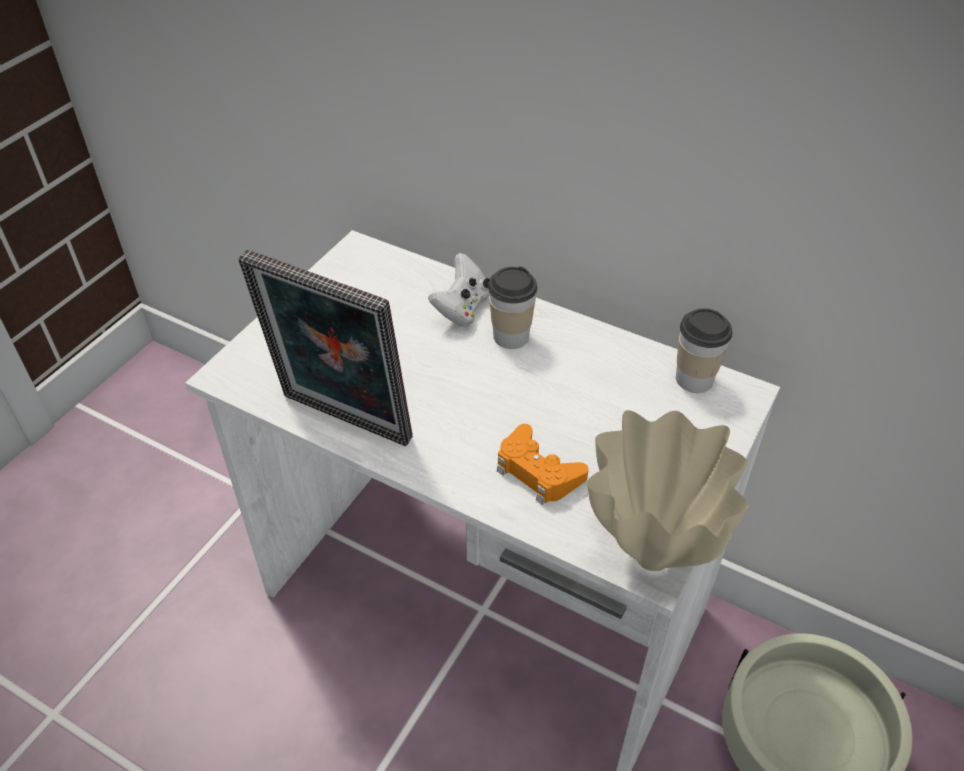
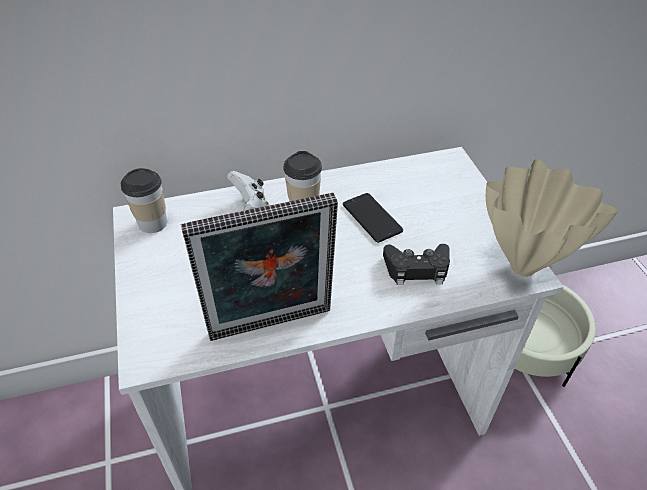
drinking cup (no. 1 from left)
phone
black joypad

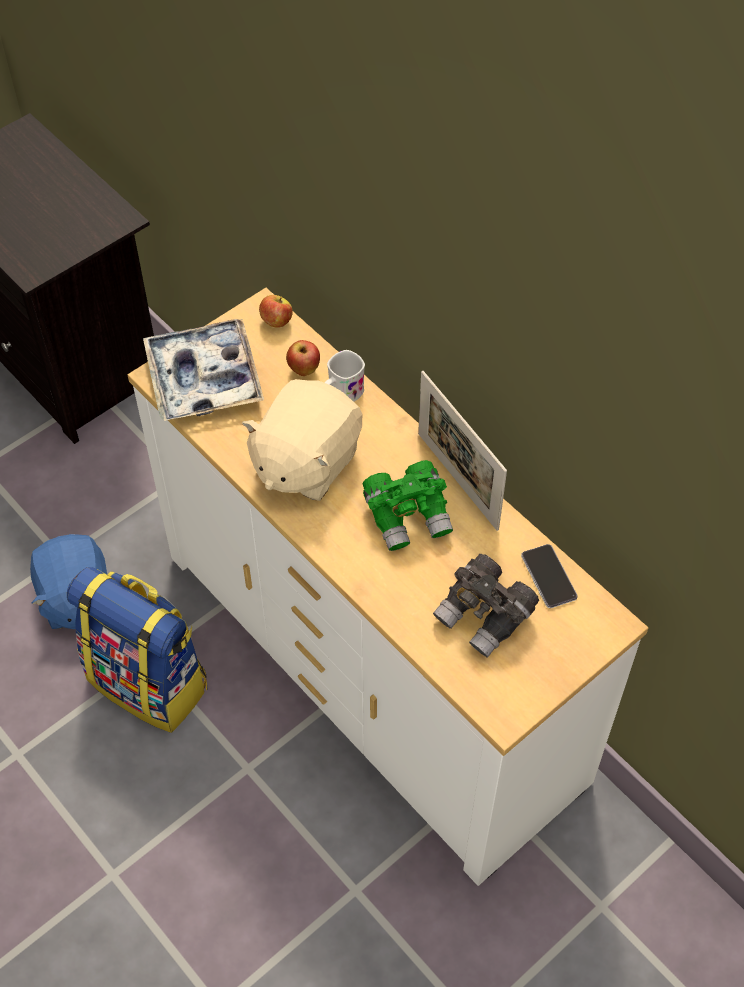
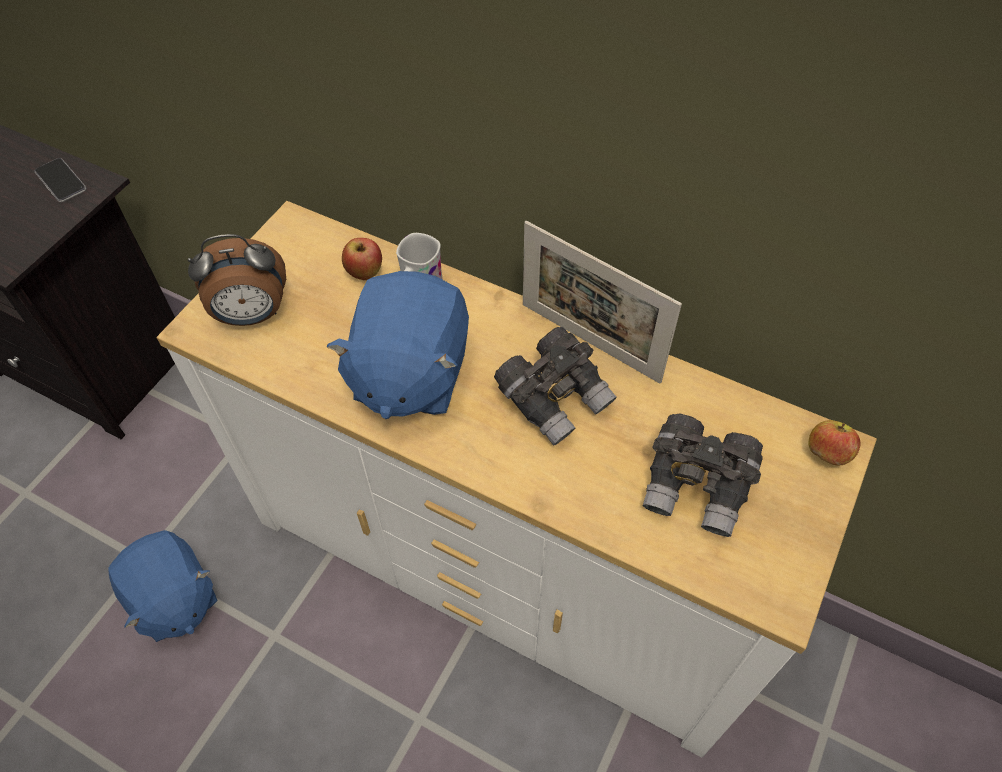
phone
table clock
bluish soft toy (no. 2 from left)
grey binoculars (no. 1 from left)
apple fruit (no. 2 from left)
knapsack

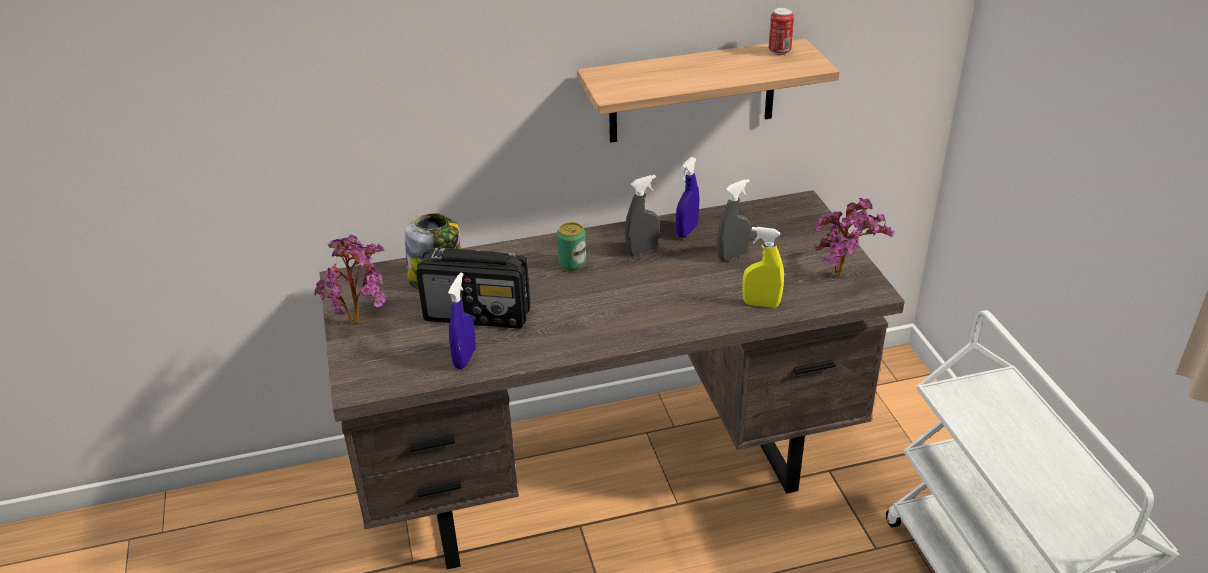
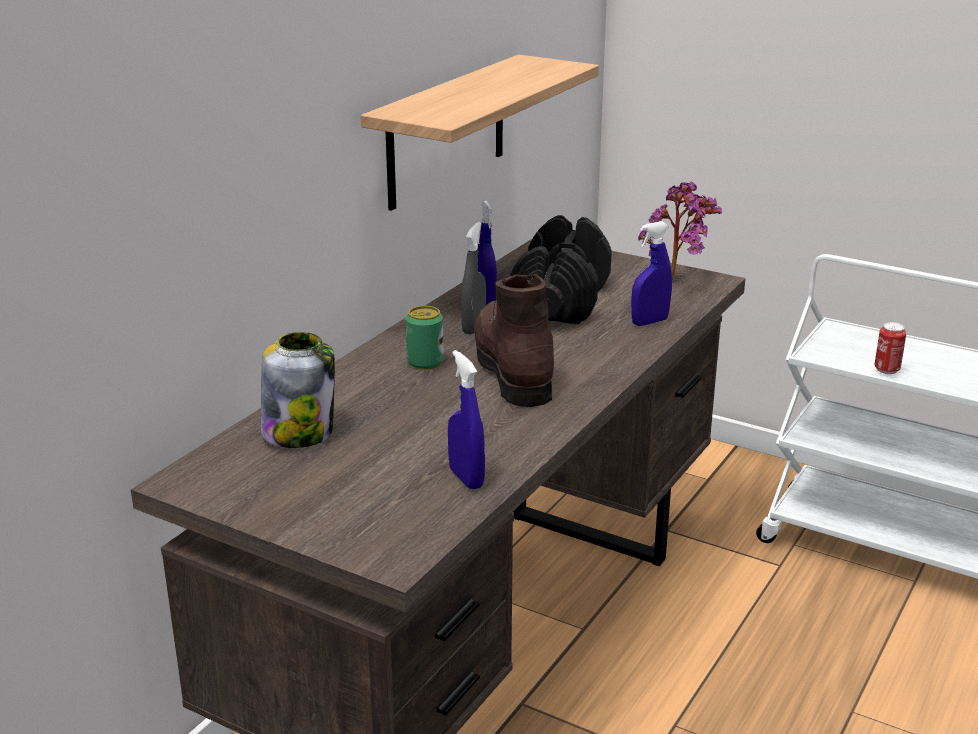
brown-coloured tall boot
black dumbbell
bluish hand sprayer (no. 3 from left)
metal can (no. 2 from left)
plant in a pot (no. 1 from left in the first image)
radio set

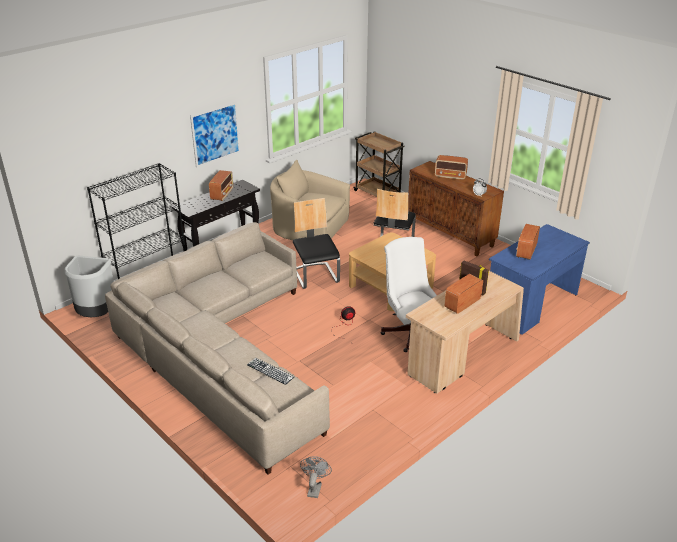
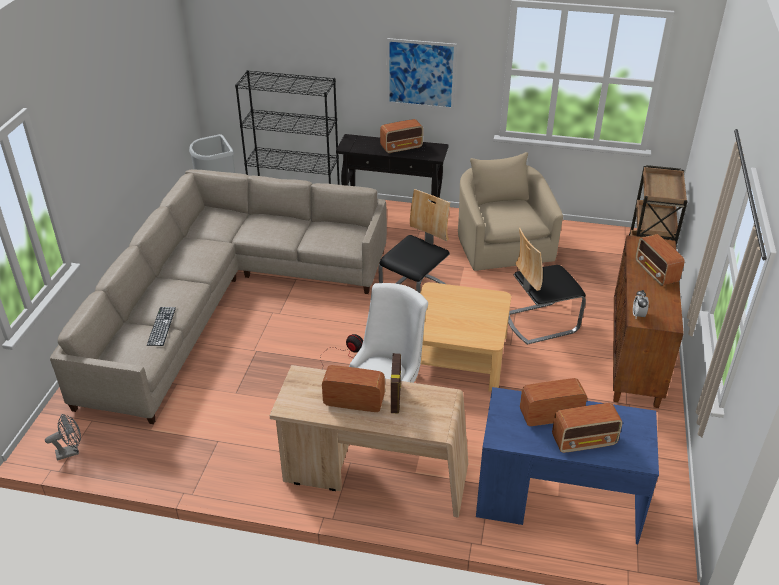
radio set (no. 4 from left)

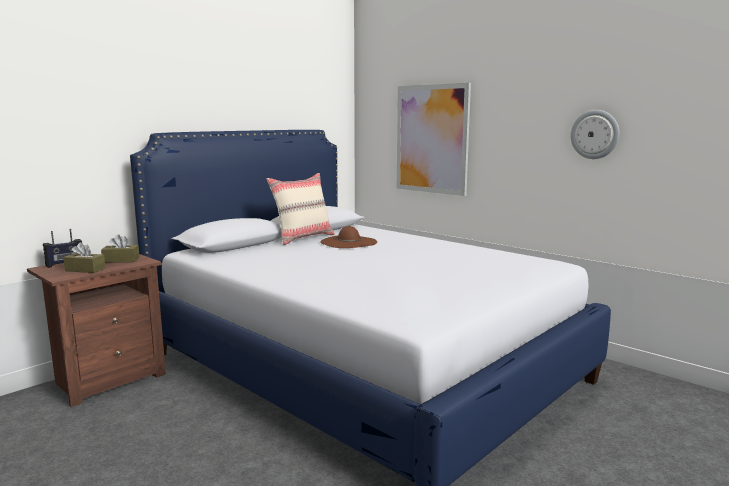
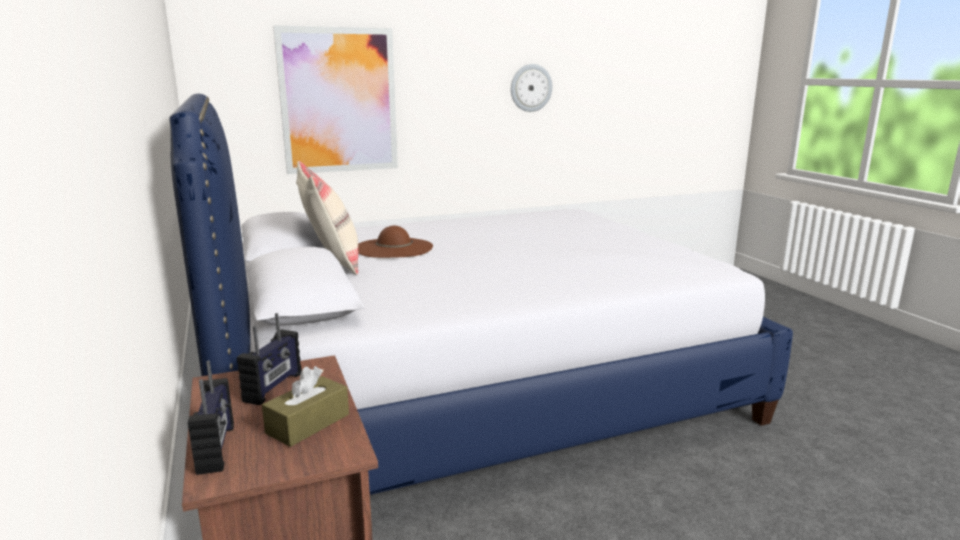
radio set (no. 2 from left)

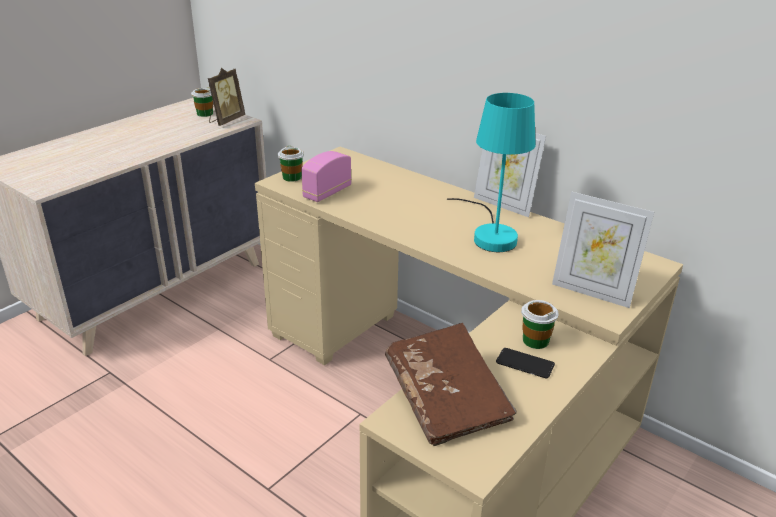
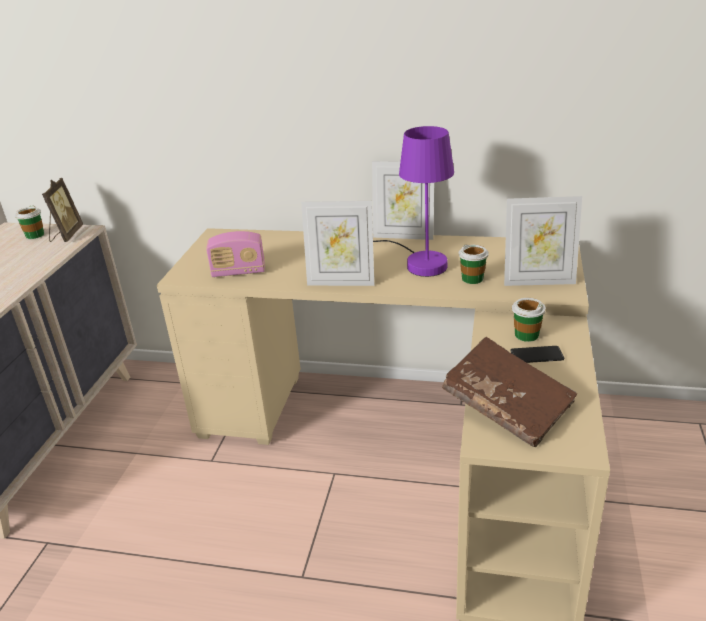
radio set
picture frame (no. 2 from left)
purplish lamp for a table
drinking cup (no. 2 from left)

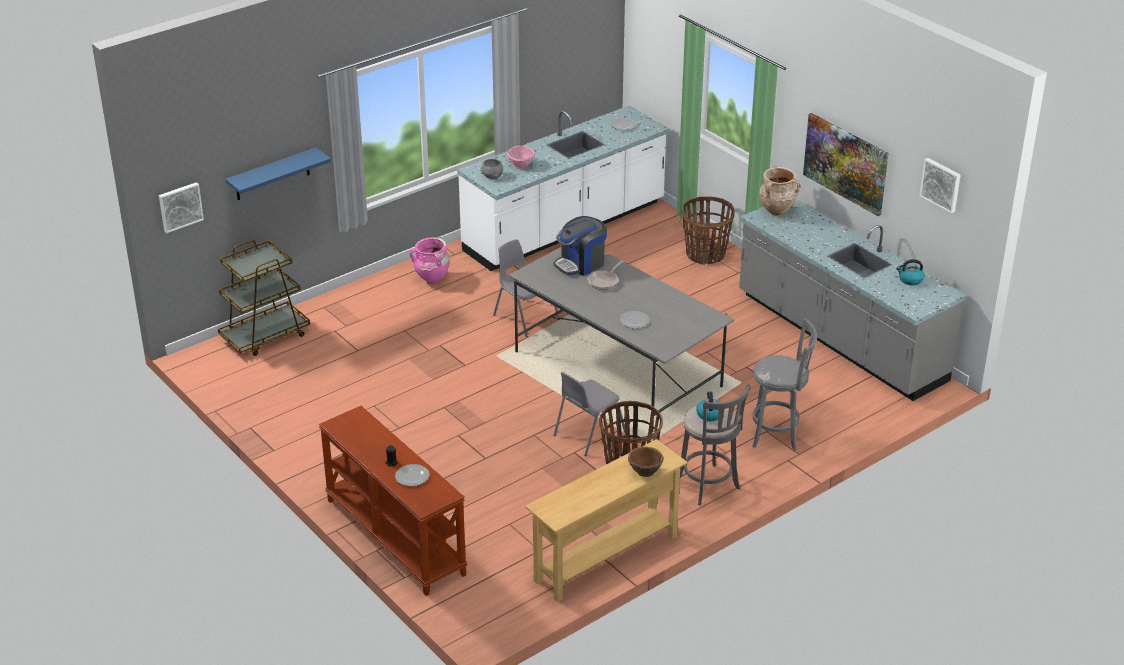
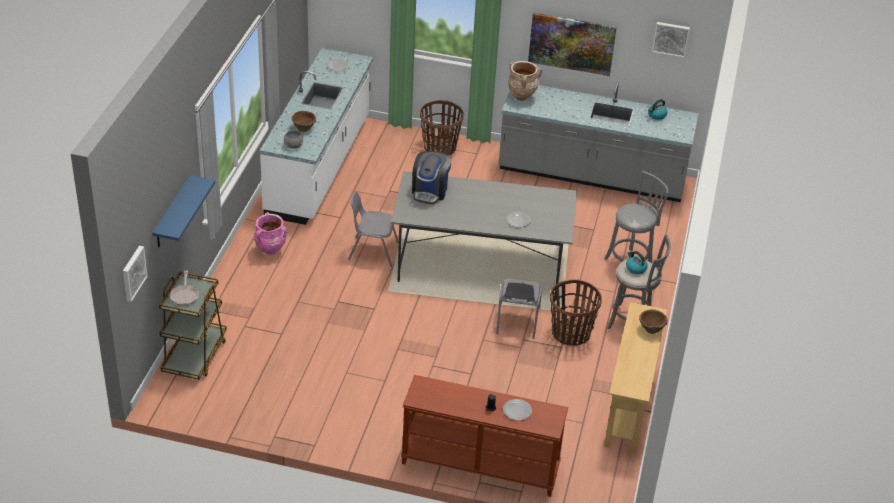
skillet
brown-coloured deep dish (no. 1 from left)

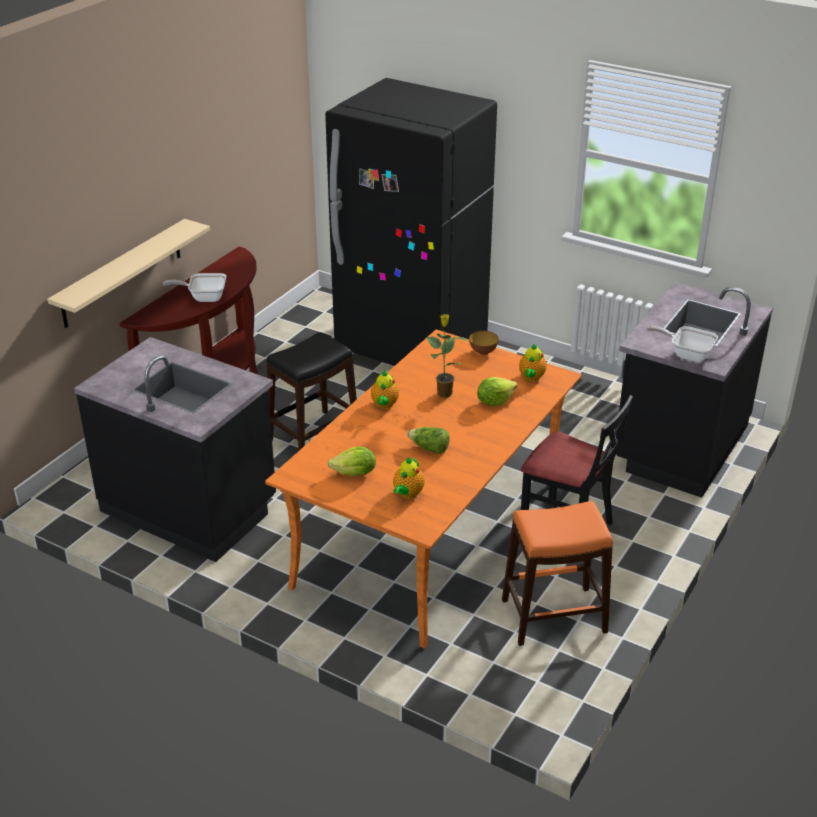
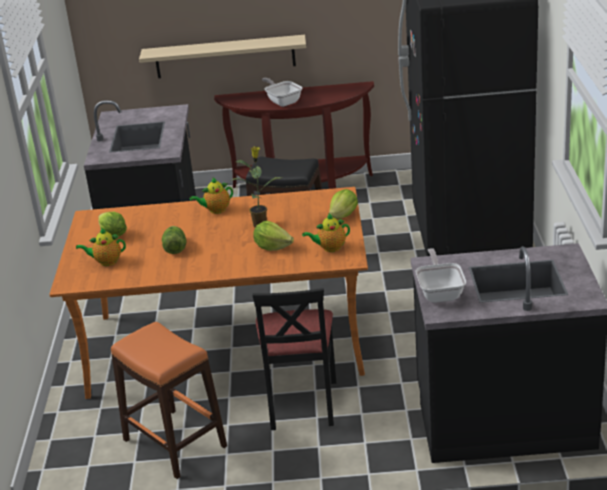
head of lettuce (no. 4 from left)

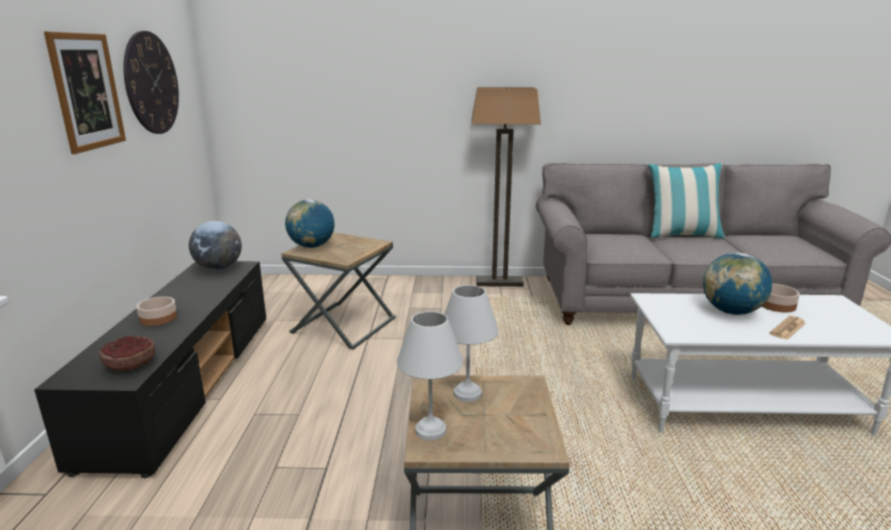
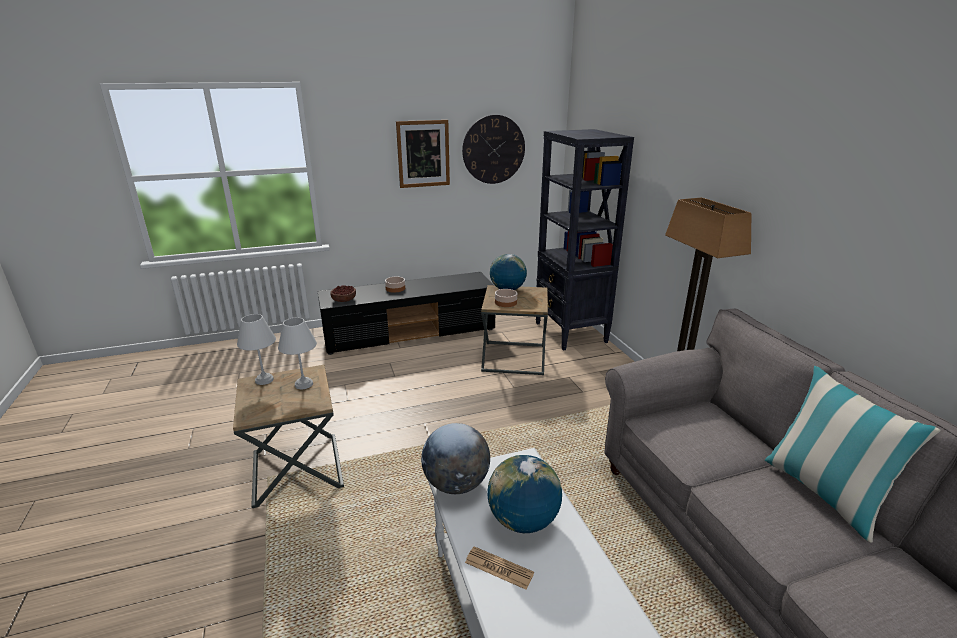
world globe (no. 1 from left)
deep dish (no. 3 from left)
black bookcase

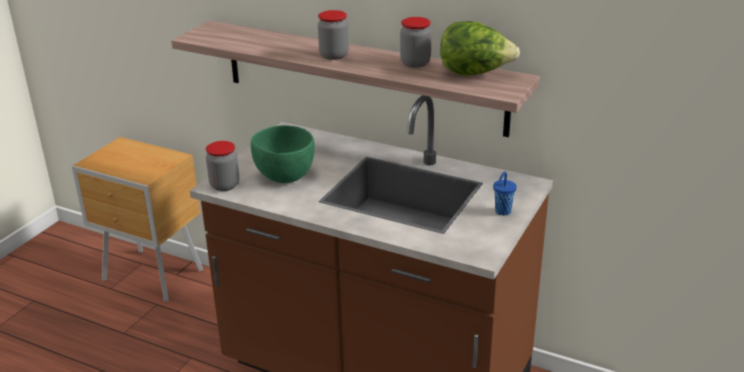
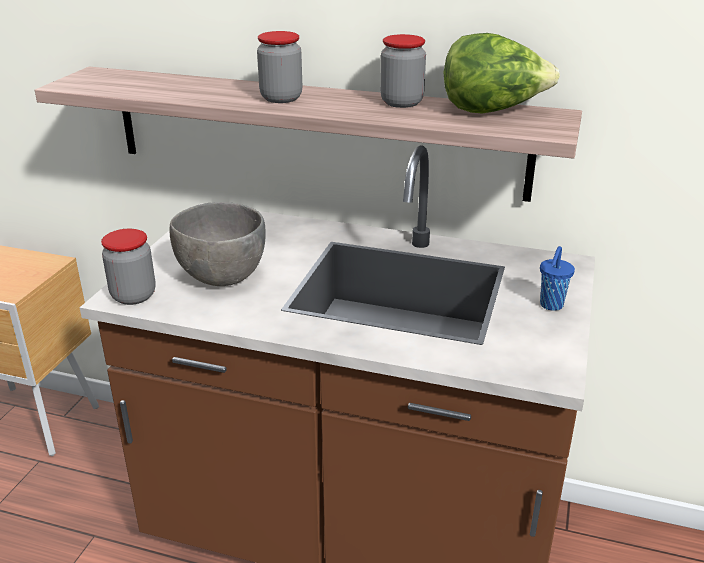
grey deep dish

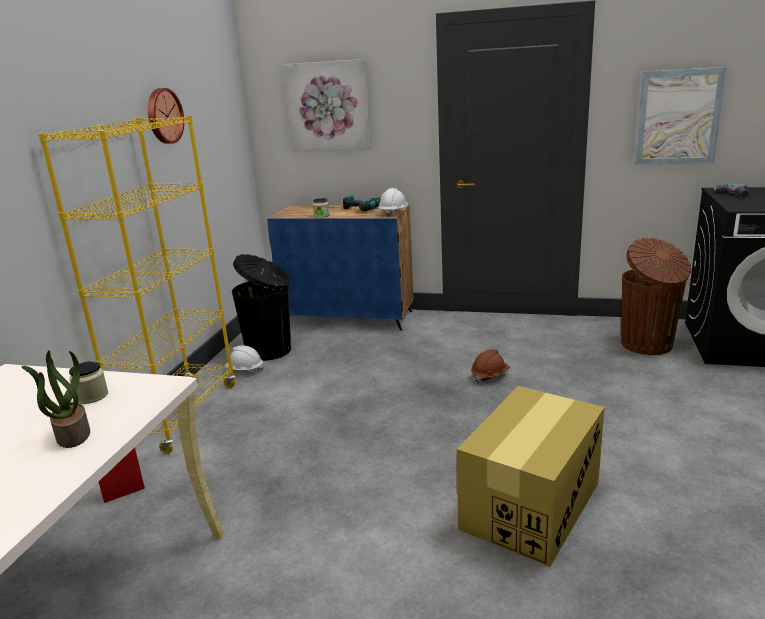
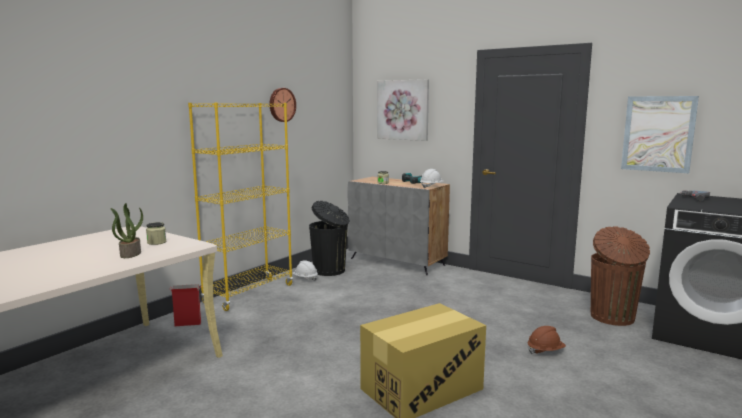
grey storage cabinet
brown-coloured work helmet

